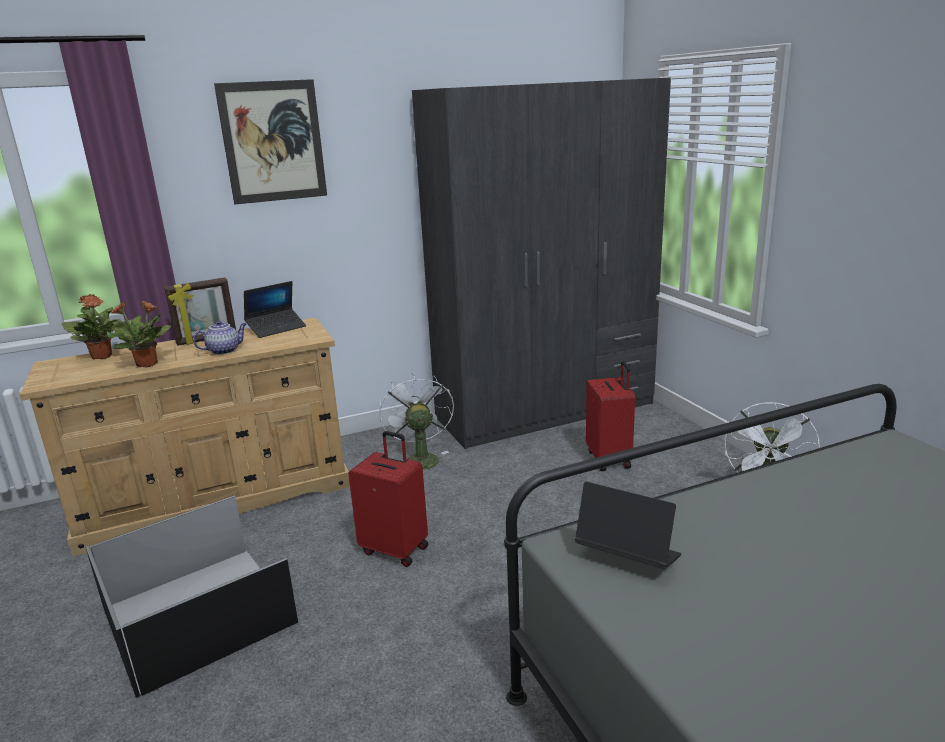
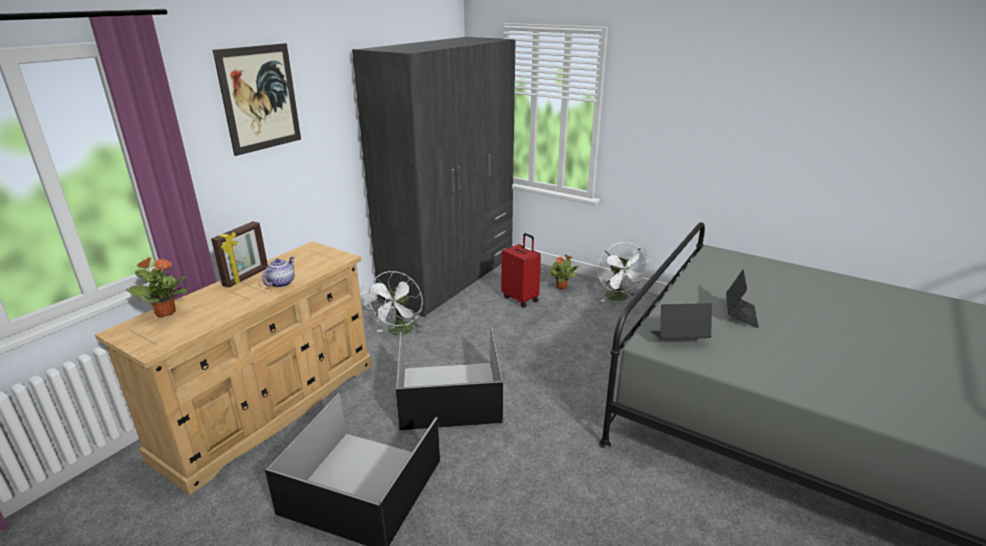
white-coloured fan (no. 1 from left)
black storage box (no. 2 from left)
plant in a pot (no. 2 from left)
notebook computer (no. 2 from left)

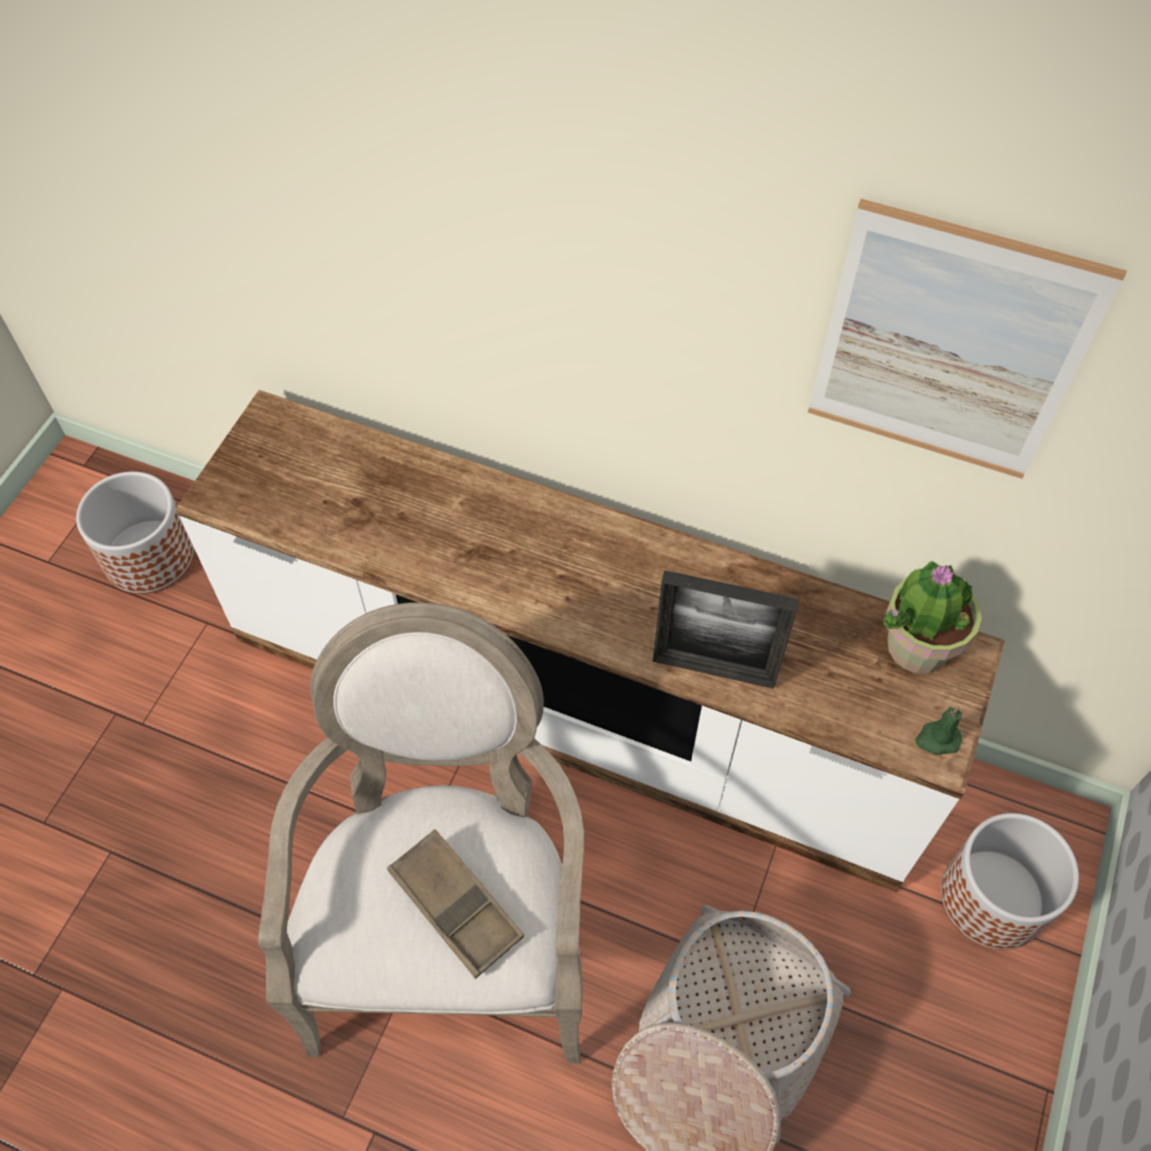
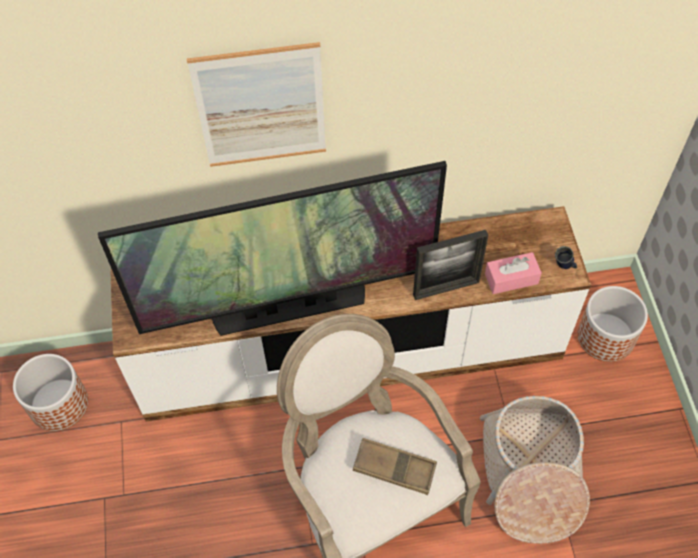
television
wall picture
pink-coloured tissue holder
bluish mug
plant in a pot

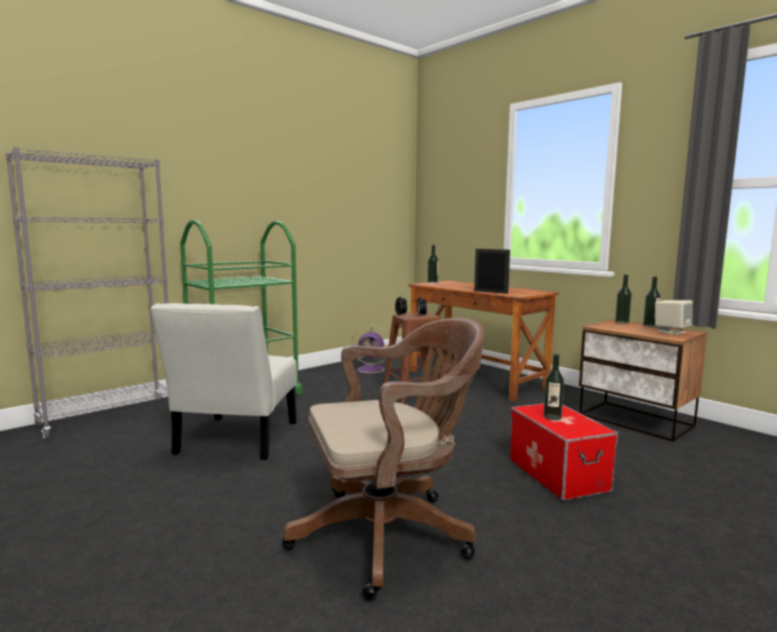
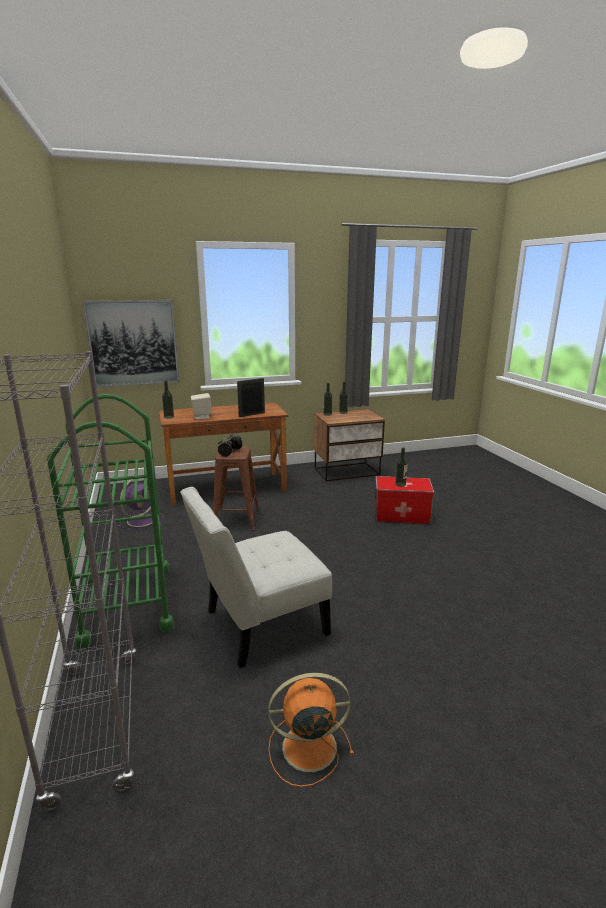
wall picture
white-coloured plain chair
beige-coloured speaker
orangey fan
brown-coloured computer chair

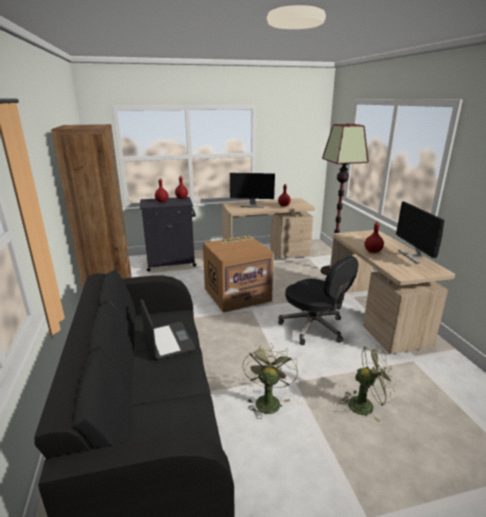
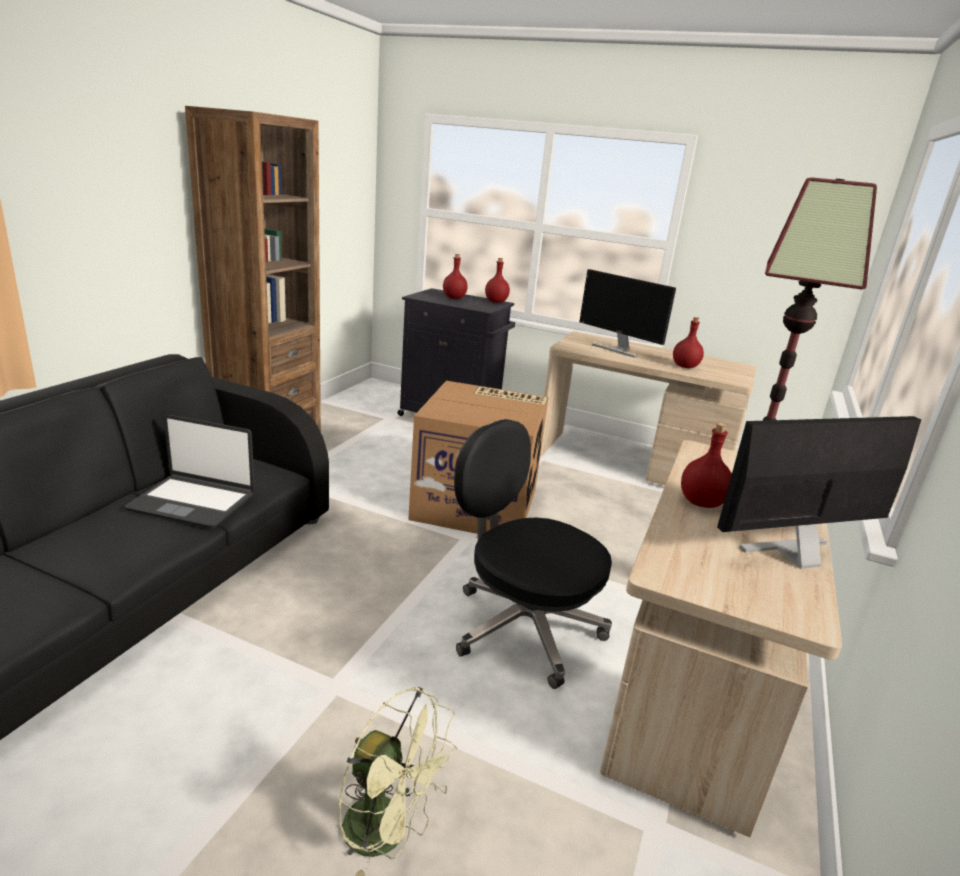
notebook computer
black computer chair
computer display (no. 2 from left)
green fan (no. 1 from left in the first image)

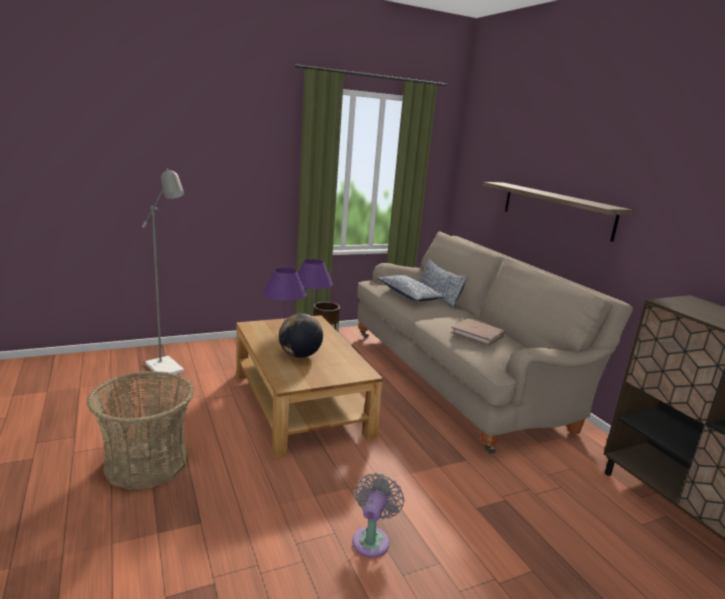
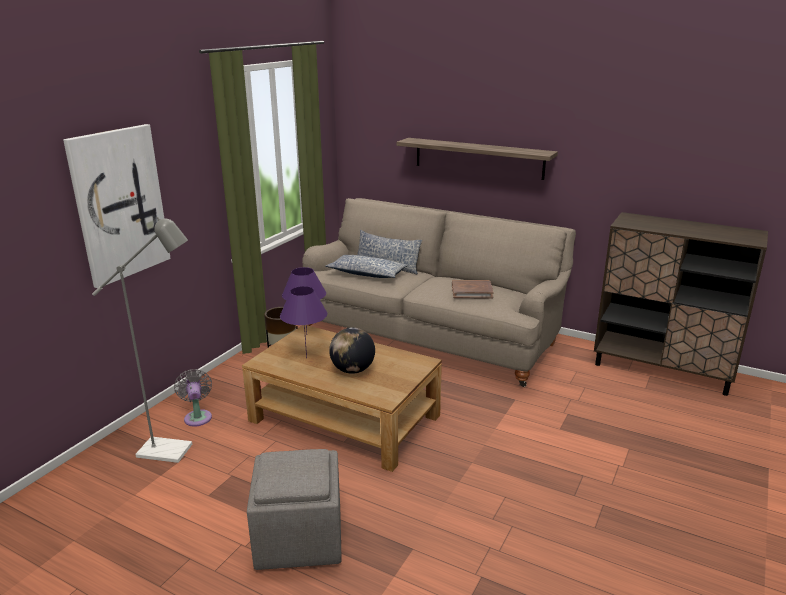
wall picture
grey fan
grey ottoman

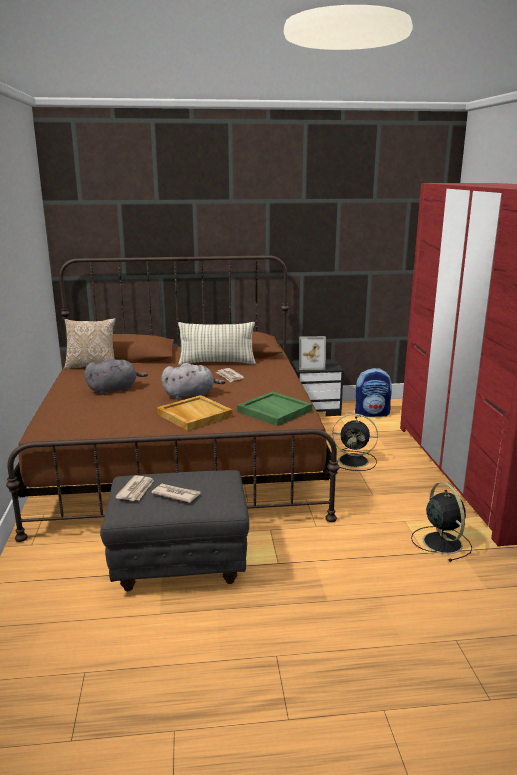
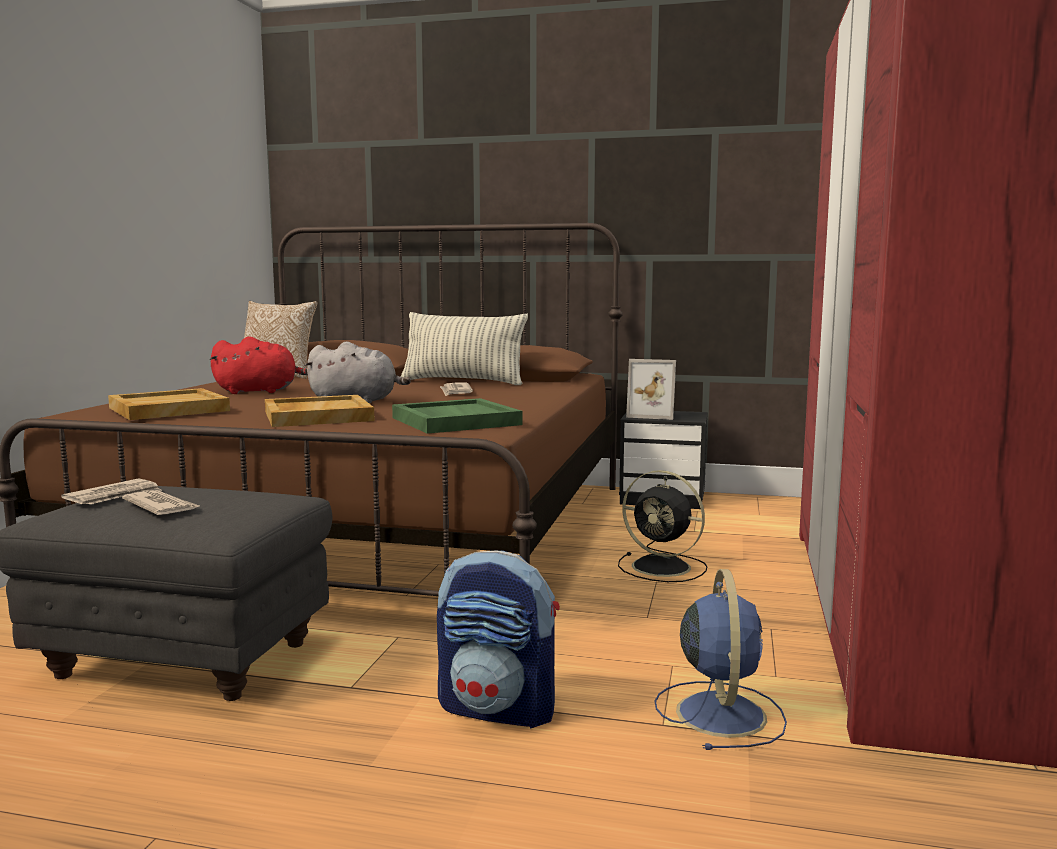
beige-coloured carrying tray (no. 1 from left)
red-coloured soft toy
knapsack
bluish fan

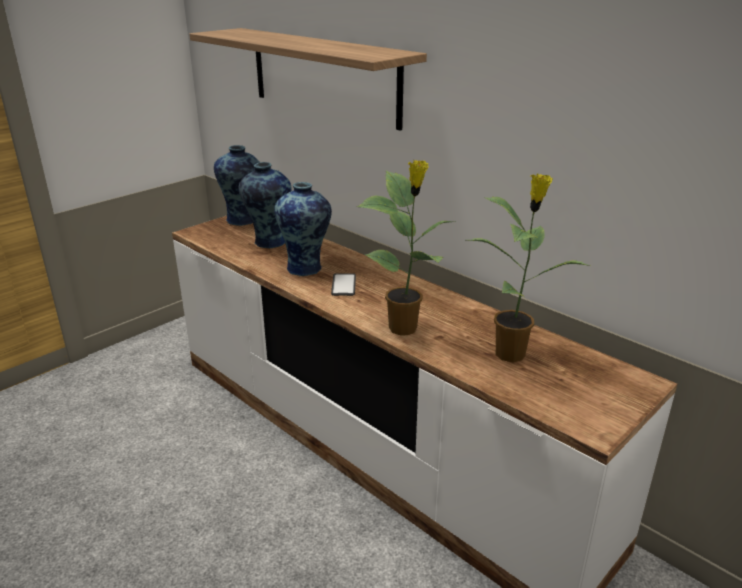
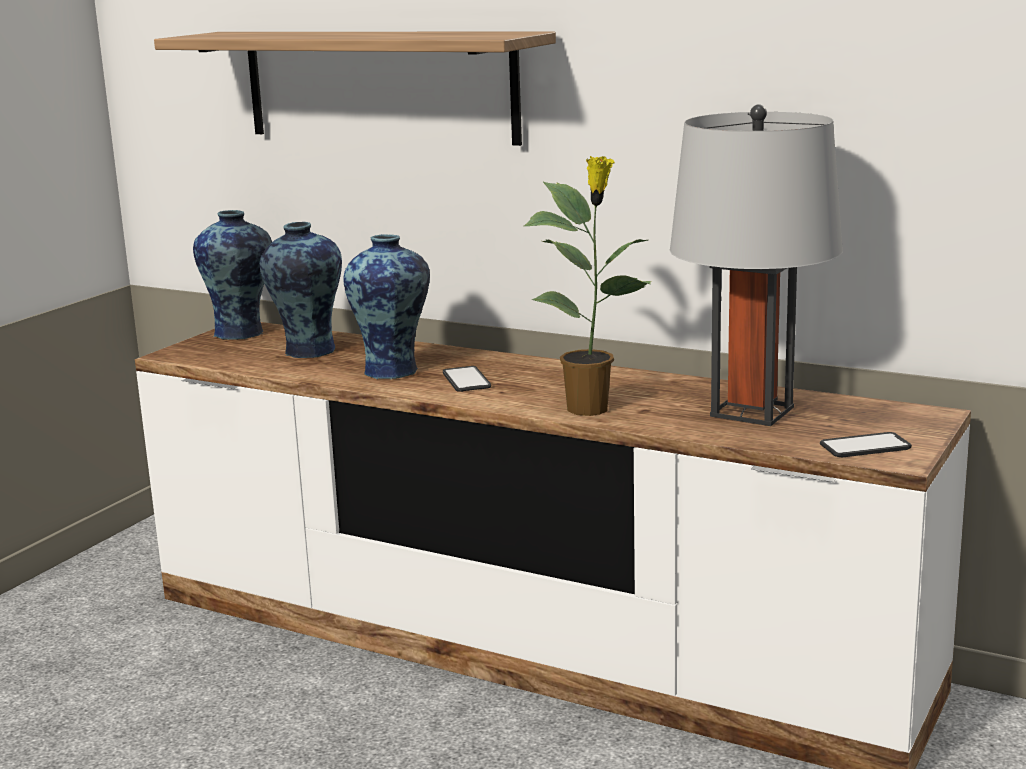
grey lamp for a table
phone (no. 2 from left)

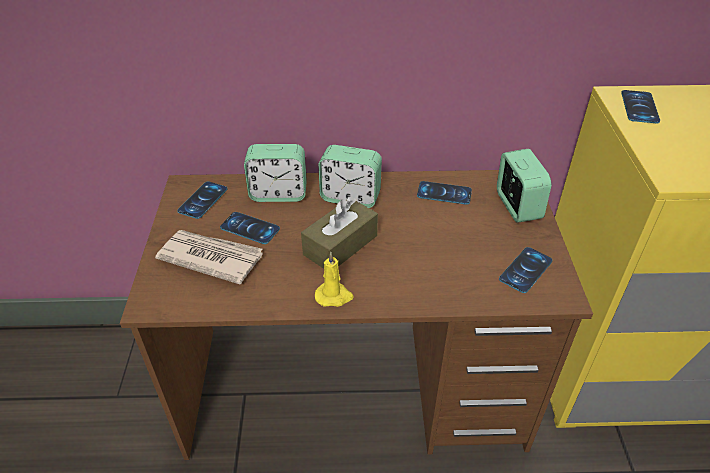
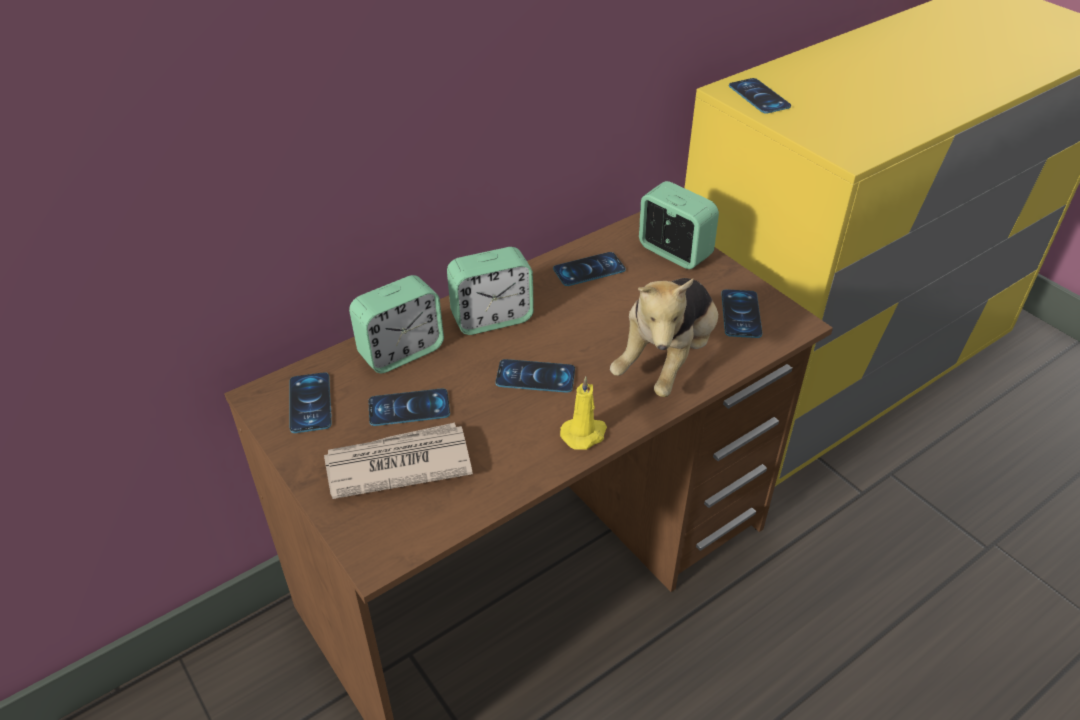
phone (no. 3 from left)
soft toy

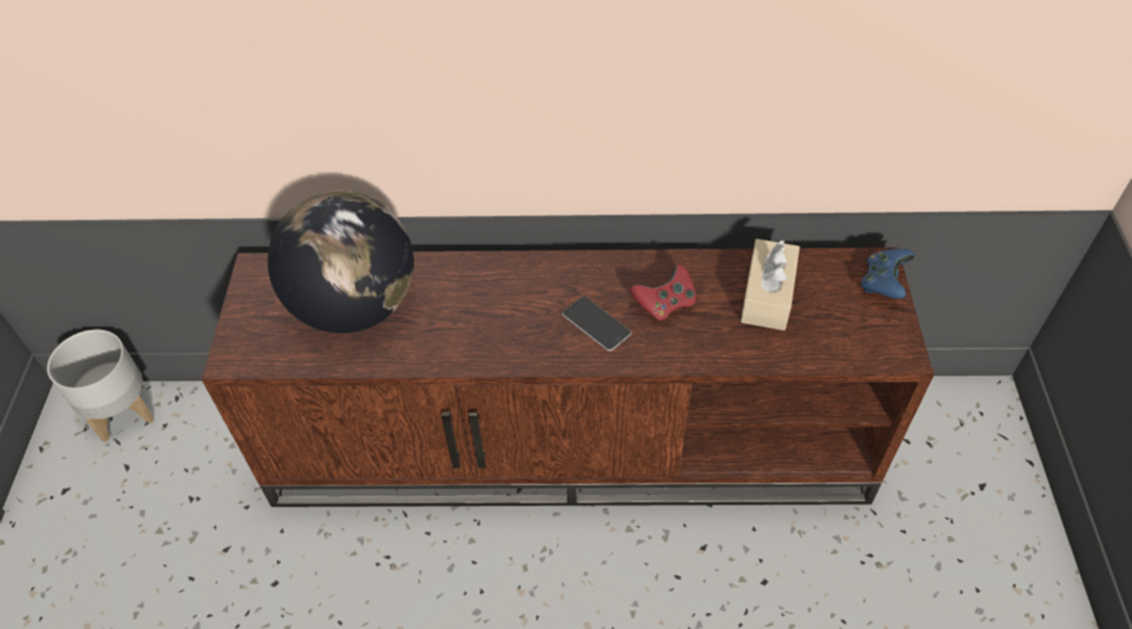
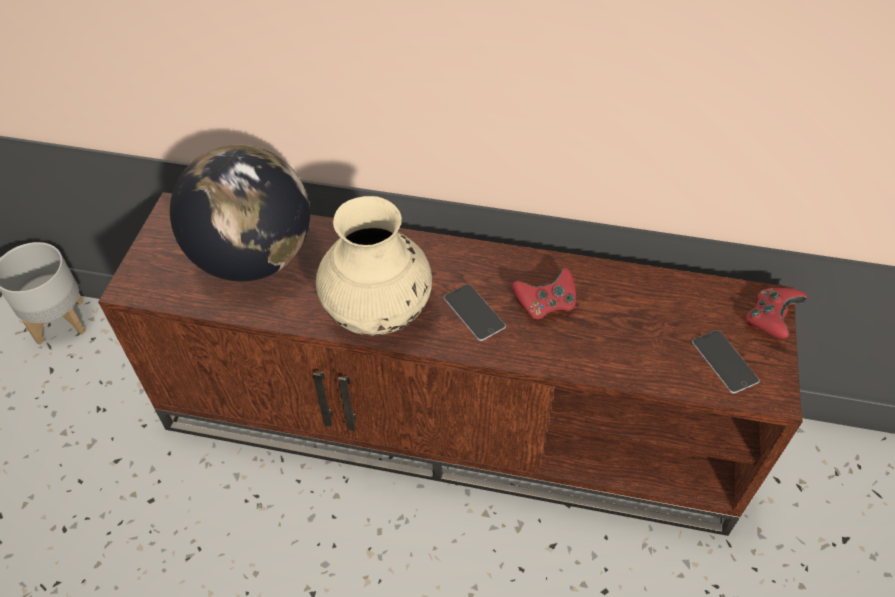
beige-coloured flower vase
phone (no. 2 from left)
red-coloured joypad (no. 2 from left)
beige-coloured tissue holder

